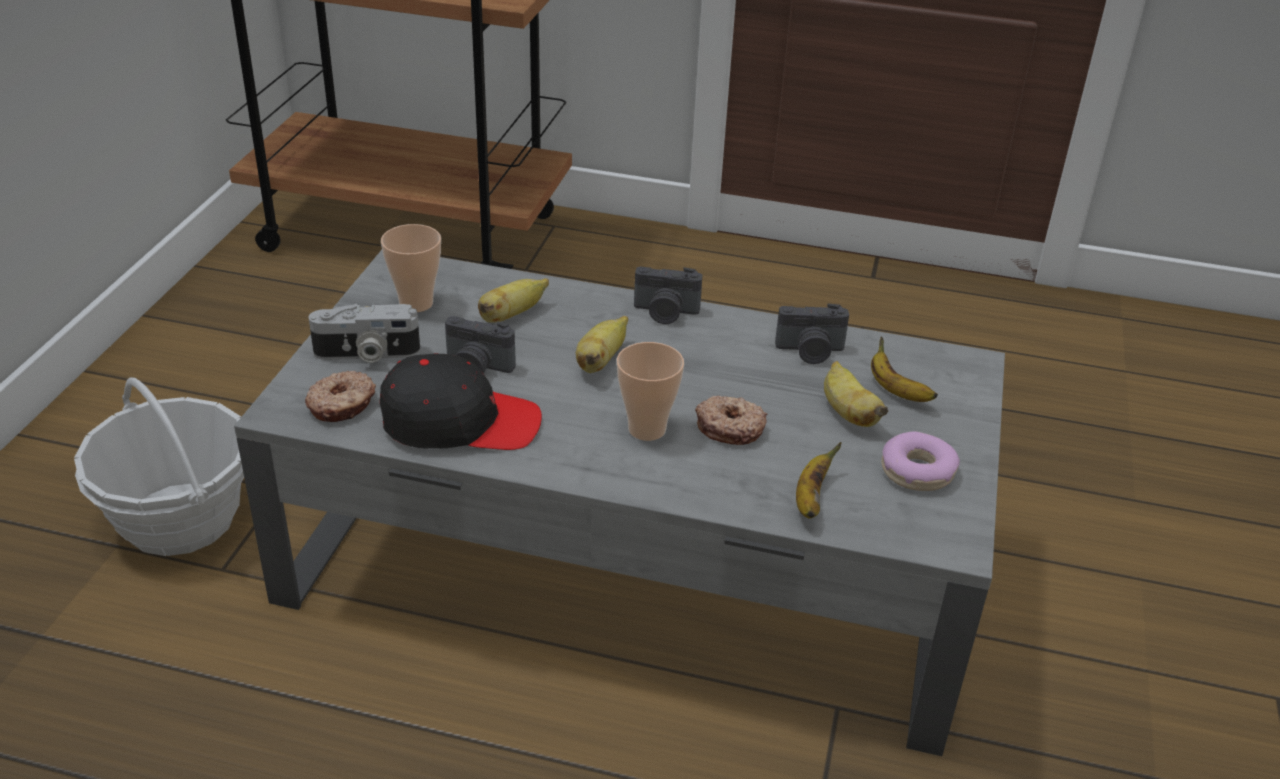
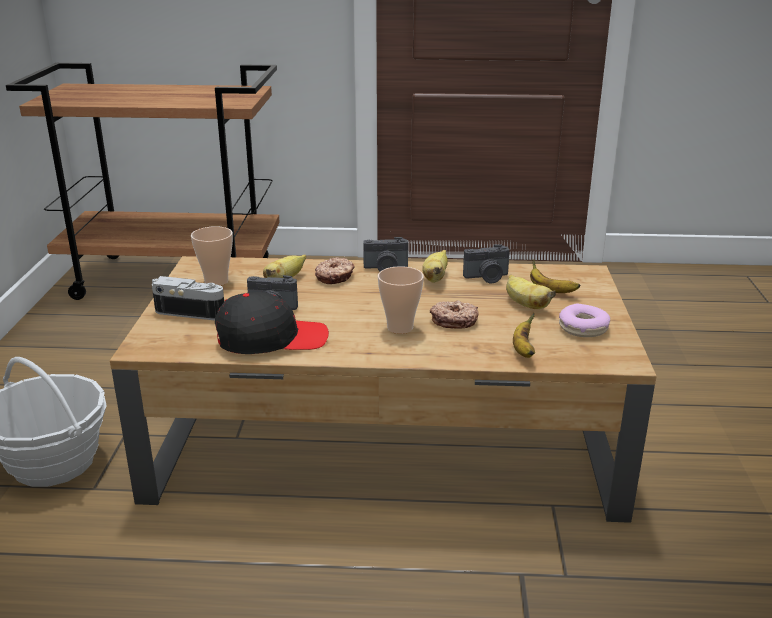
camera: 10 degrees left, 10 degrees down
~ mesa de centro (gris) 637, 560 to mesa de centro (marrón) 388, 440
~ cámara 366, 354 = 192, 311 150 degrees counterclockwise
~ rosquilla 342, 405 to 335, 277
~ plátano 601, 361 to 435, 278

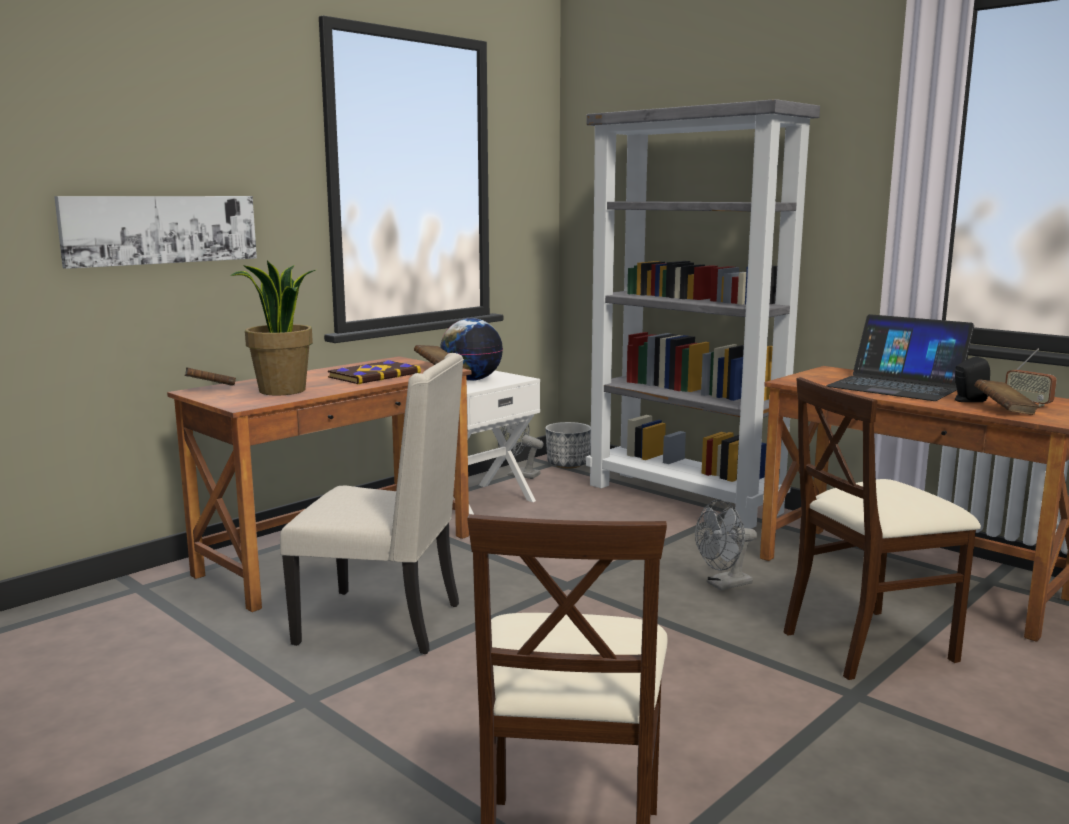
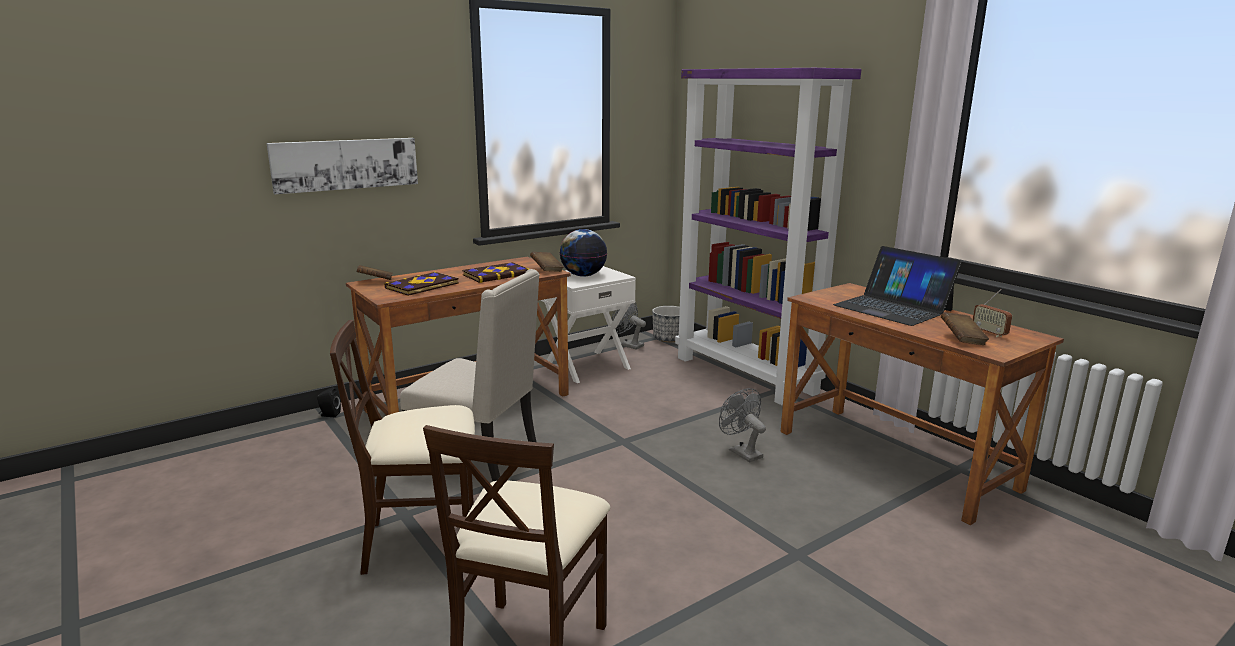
camera: 10 degrees right, 5 degrees up
~ altavoz (negro) 967, 400 to 329, 414
~ silla (beis) 868, 643 to 423, 541
~ planta en maceta 282, 391 to libro 423, 286
~ estantería (gris) 685, 498 to estantería (morado) 746, 375
~ ventilador (gris) 724, 585 = 741, 452 75 degrees clockwise

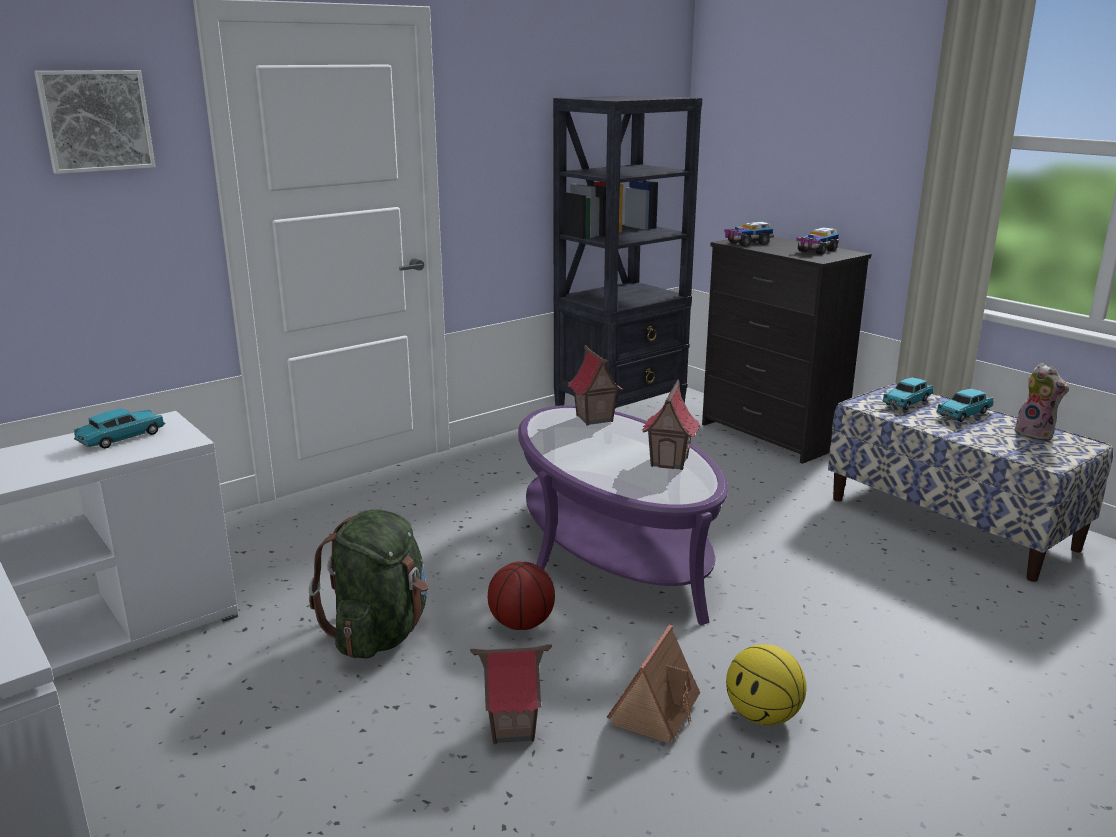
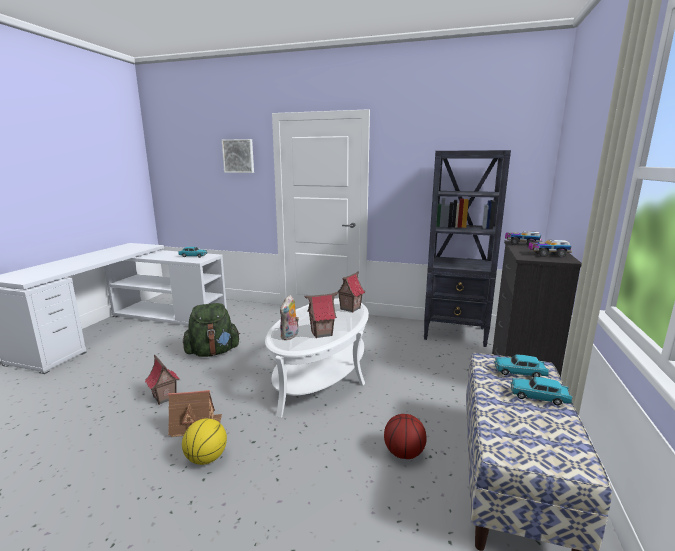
camera: 55 degrees right, 5 degrees down
~ mesa de centro (morado) 613, 551 to mesa de centro (blanco) 321, 373
~ peluche 1036, 434 to 290, 336
~ balón de baloncesto 522, 624 to 404, 453

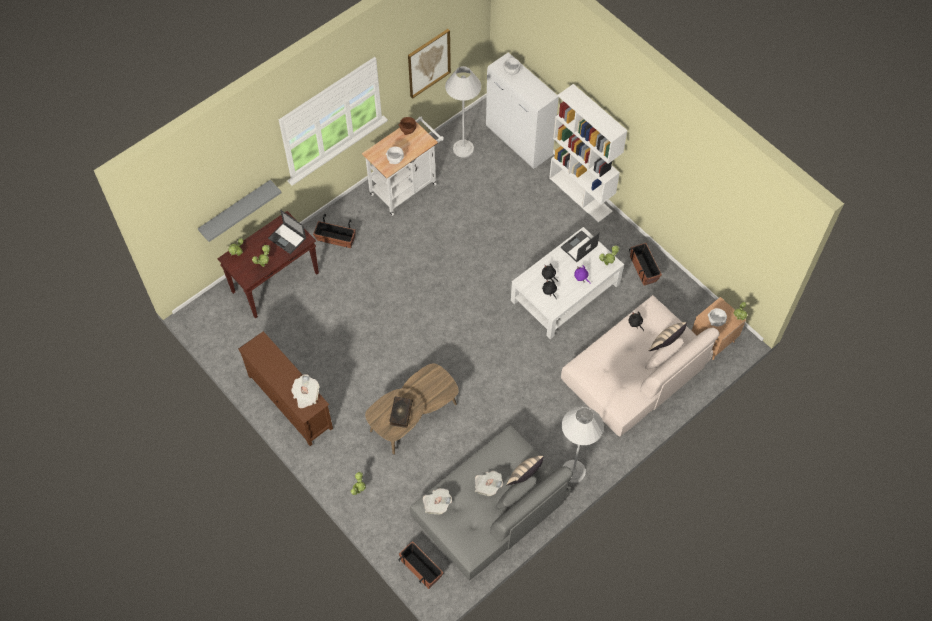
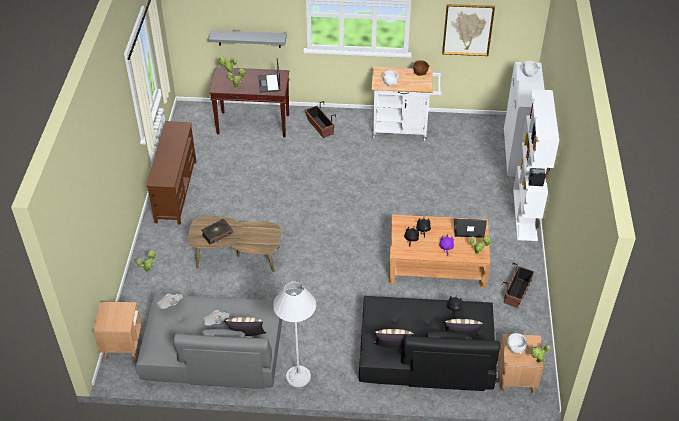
camera: 45 degrees right, 15 degrees down
~ maceta 421, 569 to mesa auxiliar (marrón) 123, 347
~ sofá (beis) 635, 372 to sofá (negro) 425, 352
+ cojín (beis) 392, 350
~ mesa de centro (blanco) 565, 292 to mesa de centro (marrón) 436, 264
- periódico 306, 395
- lámpara de pie (blanco) 463, 148

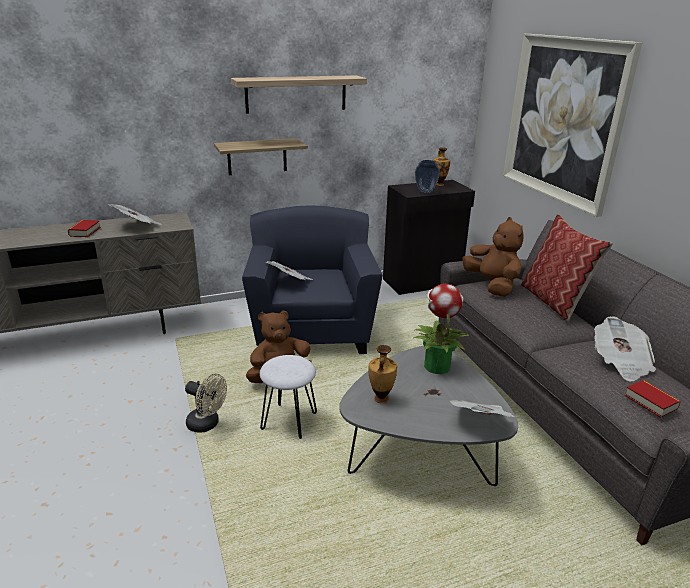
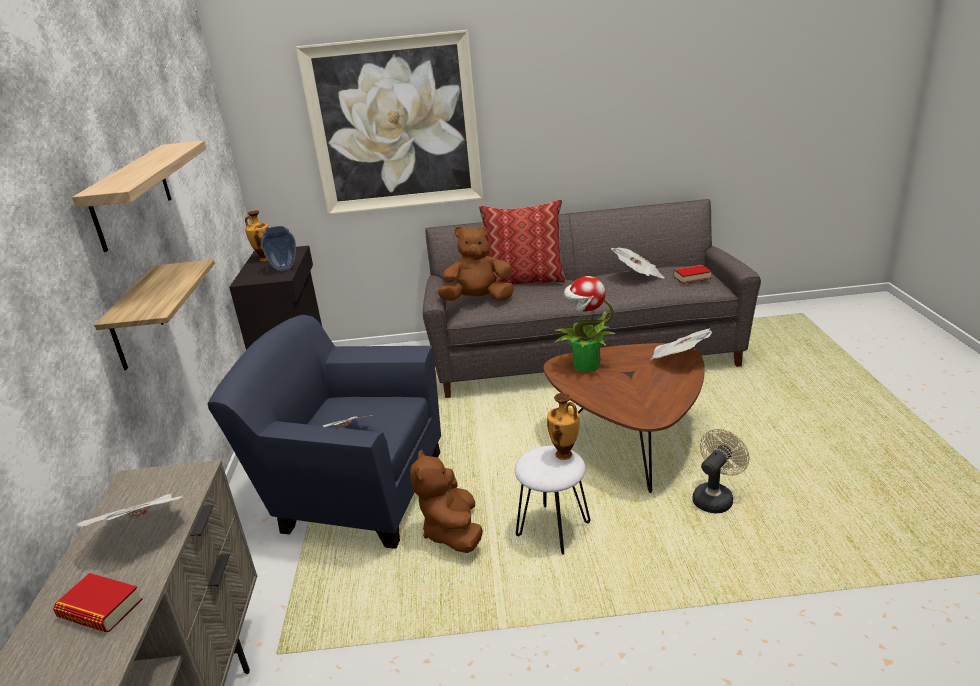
camera: 70 degrees left, 0 degrees up
~ mesa de centro (gris) 421, 455 to mesa de centro (marrón) 629, 443
~ florero 380, 399 to 565, 455
~ ventilador (beis) 207, 424 to 715, 497

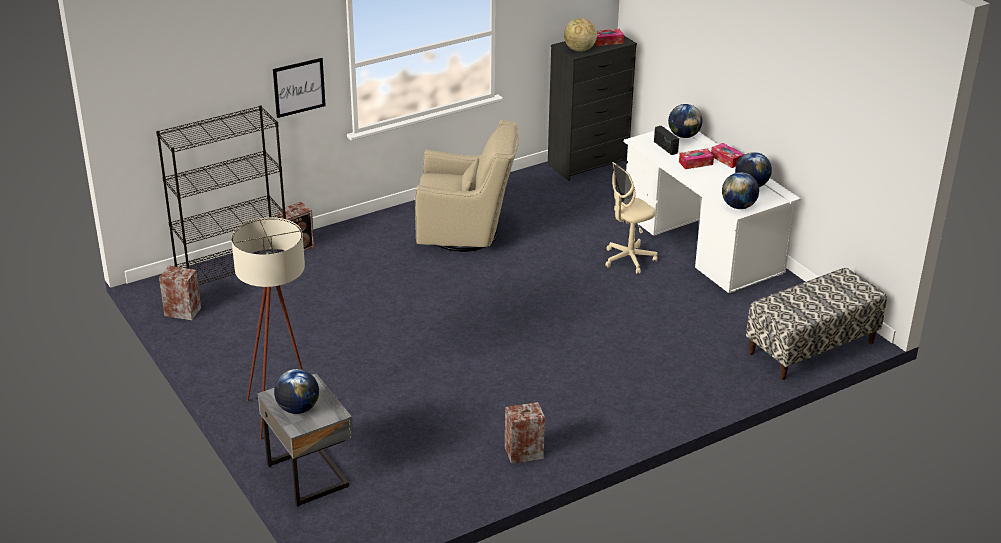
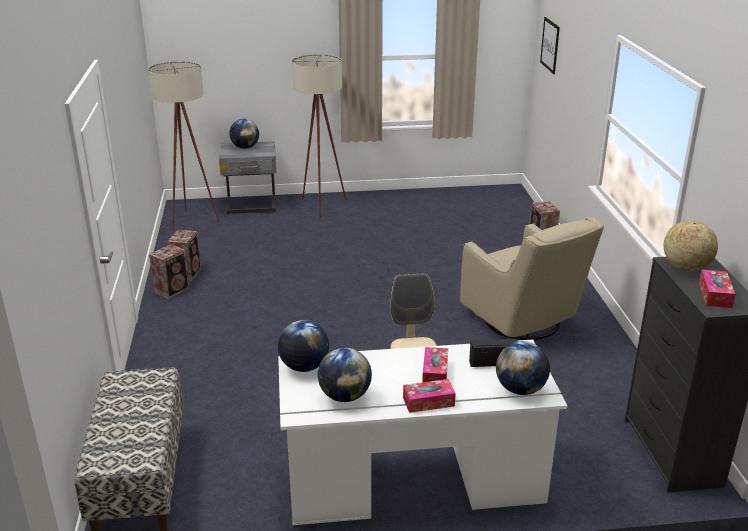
camera: 115 degrees right, 5 degrees down
+ lámpara de pie (beis) 191, 218
~ altavoz 182, 311 to 173, 290
~ sillón (beis) 466, 234 = 524, 322 60 degrees counterclockwise
~ cuadro 299, 87 to 550, 45
- estantería (negro) 233, 267

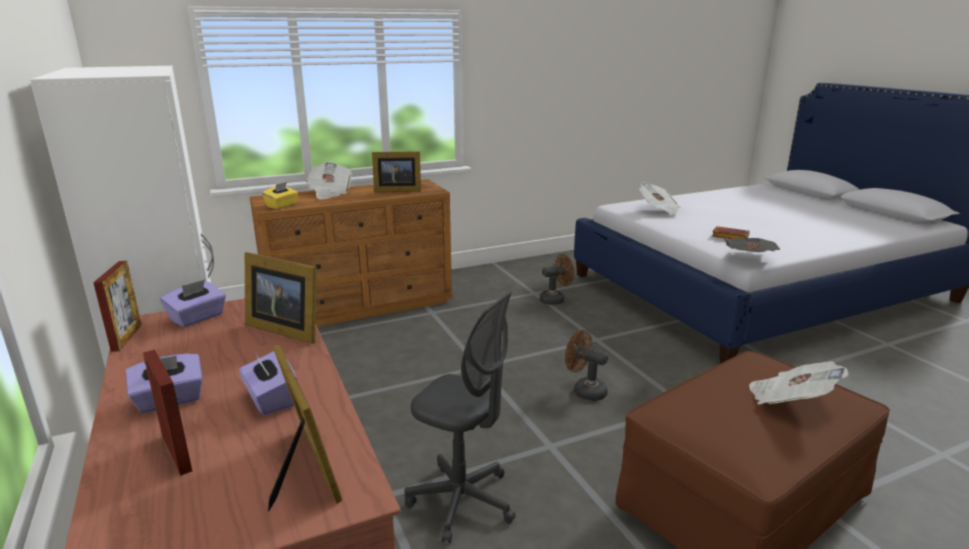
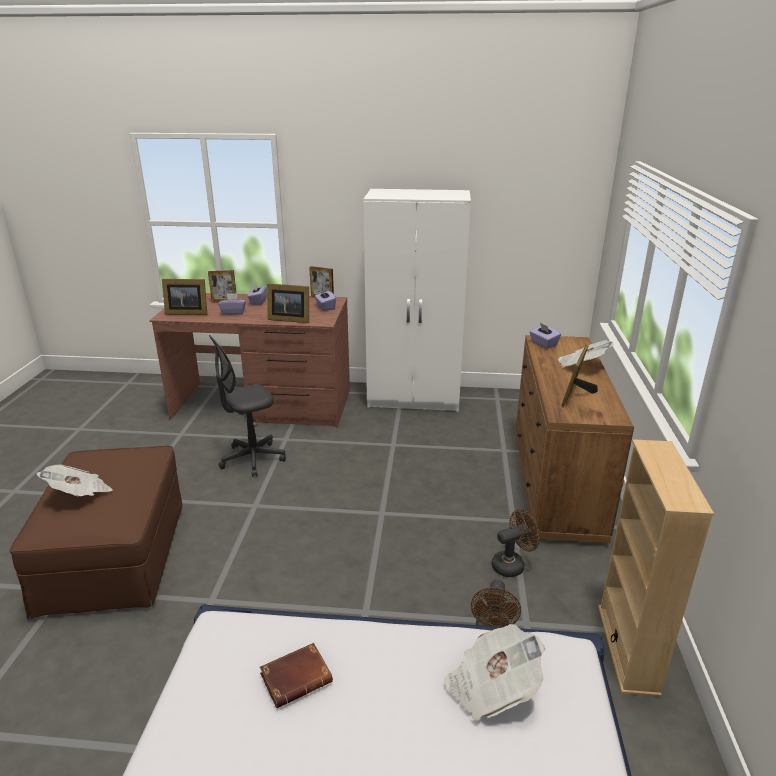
camera: 120 degrees right, 5 degrees up
~ portarretratos 285, 328 = 288, 319 135 degrees counterclockwise
~ ventilador (marrón) 585, 390 to 512, 564
~ caja de pañuelos (amarillo) 282, 206 to caja de pañuelos (morado) 543, 344
+ estantería (beis) 627, 648
- periódico 749, 259

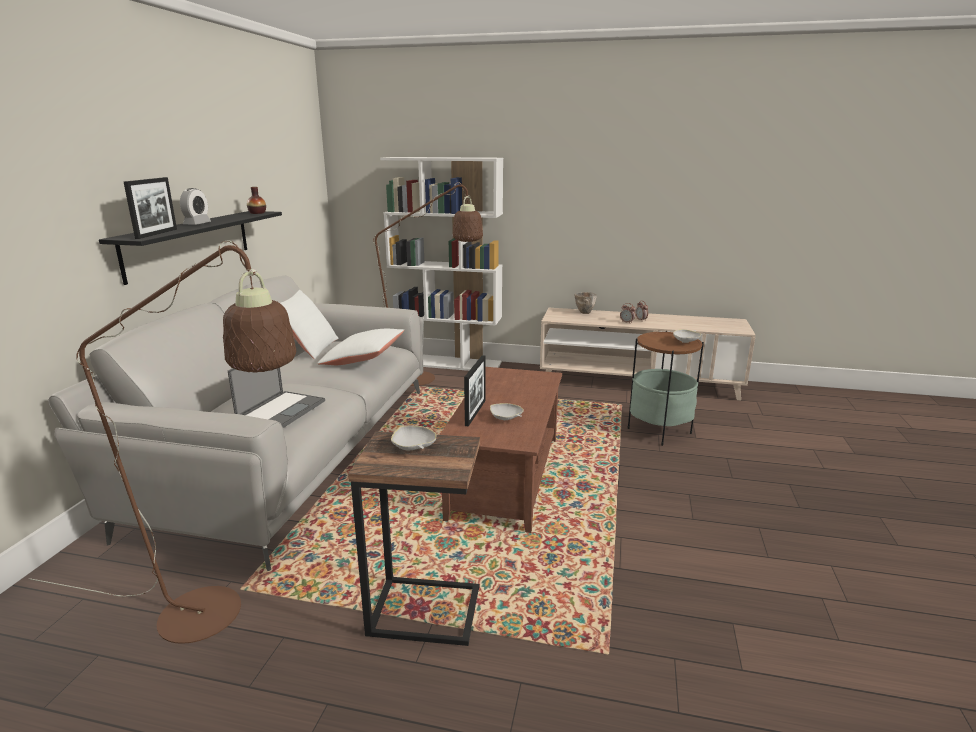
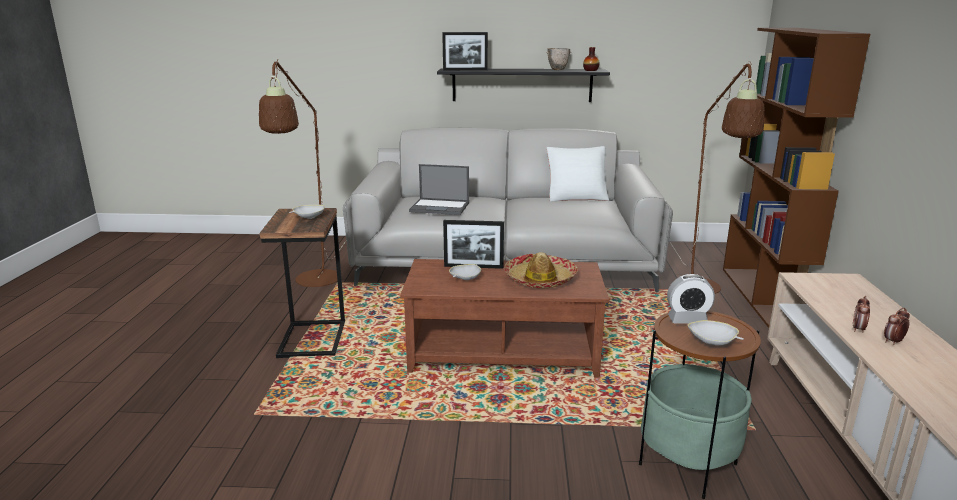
camera: 80 degrees right, 0 degrees up
+ sombrero 540, 279
~ cuenco 584, 312 to 558, 69
~ despertador 197, 224 to 687, 320
~ estantería (blanco) 448, 363 to estantería (marrón) 763, 296
- cojín (blanco) 363, 359

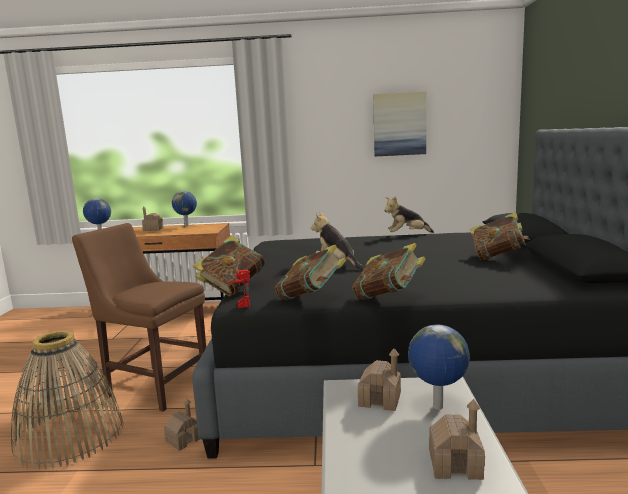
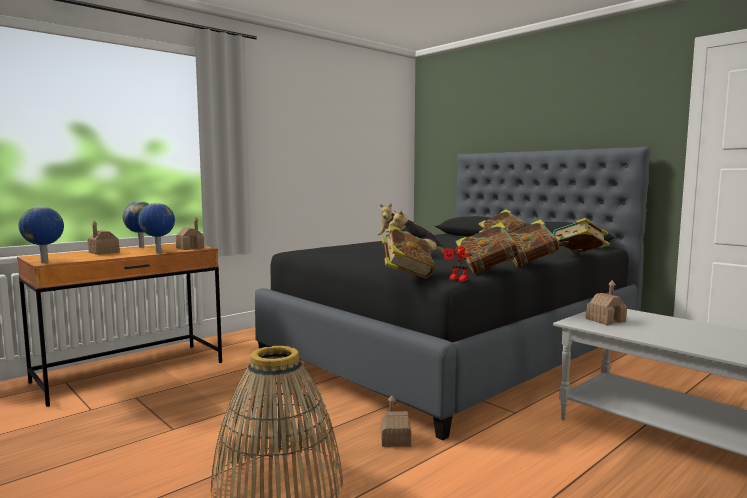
camera: 45 degrees left, 5 degrees down
~ globo terráqueo 437, 407 to 158, 252
~ casita 455, 463 to 190, 248
+ libro 579, 256
- silla (marrón) 155, 386
- cuadro 399, 124

